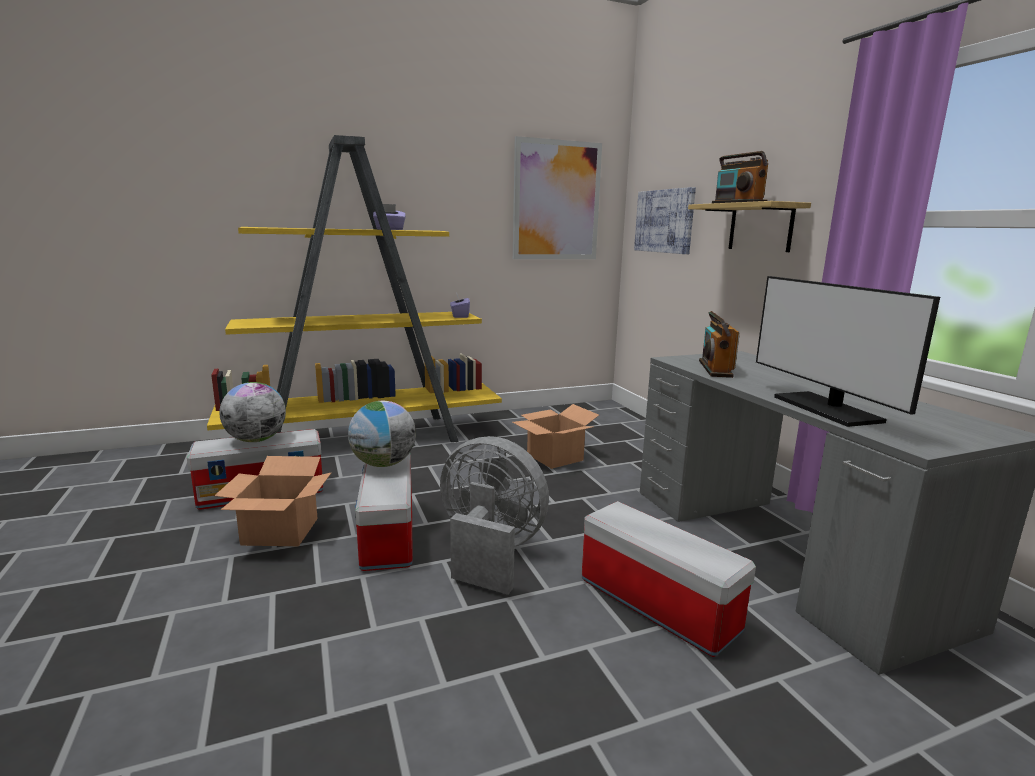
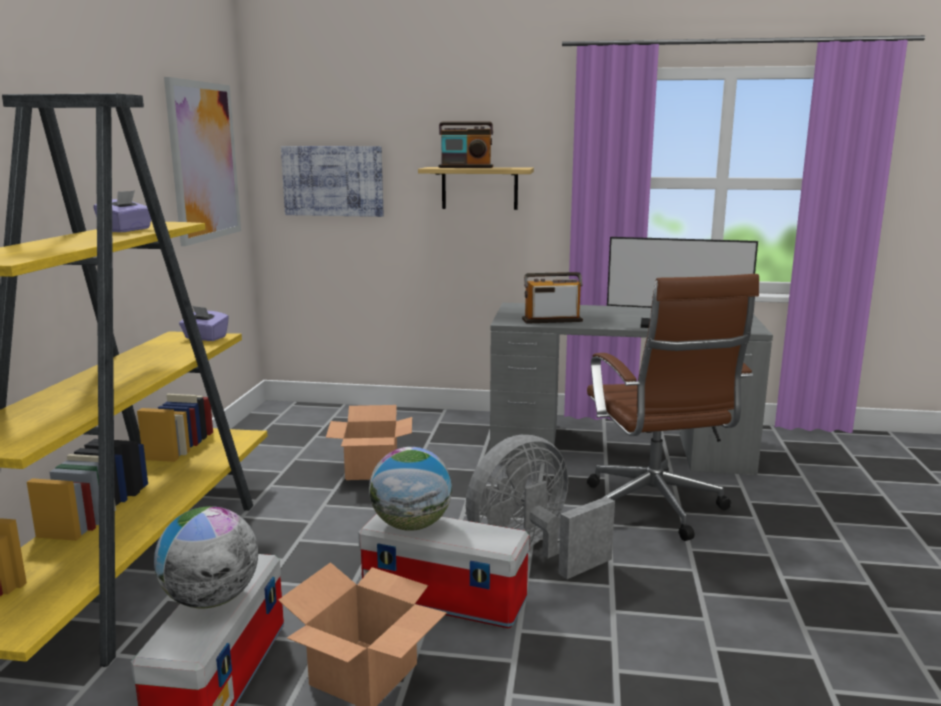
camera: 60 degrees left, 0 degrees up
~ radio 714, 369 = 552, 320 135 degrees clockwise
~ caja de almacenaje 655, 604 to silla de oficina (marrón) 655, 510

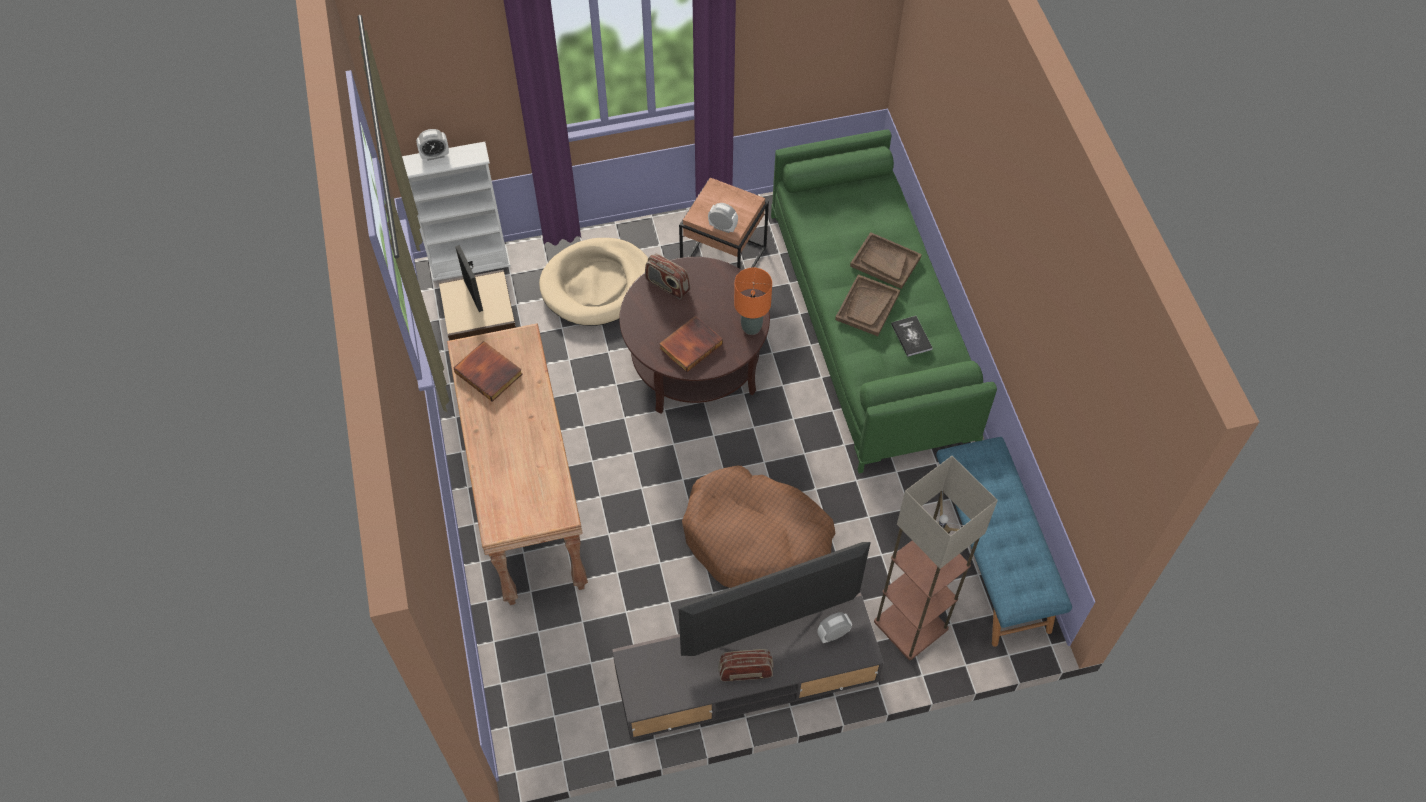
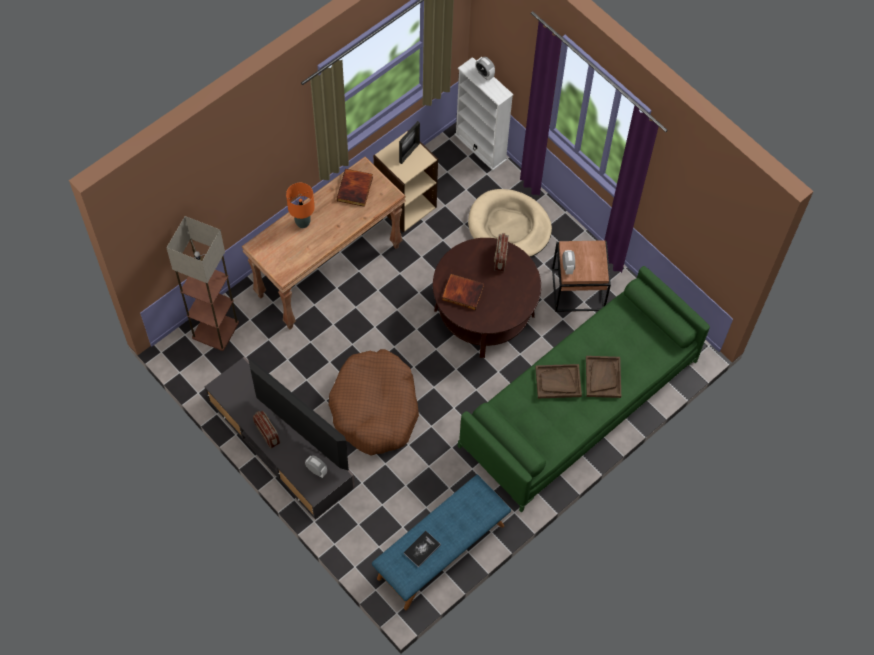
camera: 60 degrees right, 5 degrees up
~ lámpara de pie 909, 625 to 215, 329
~ lámpara de mesa (naranja) 751, 328 to 302, 223
~ libro 911, 336 to 422, 549

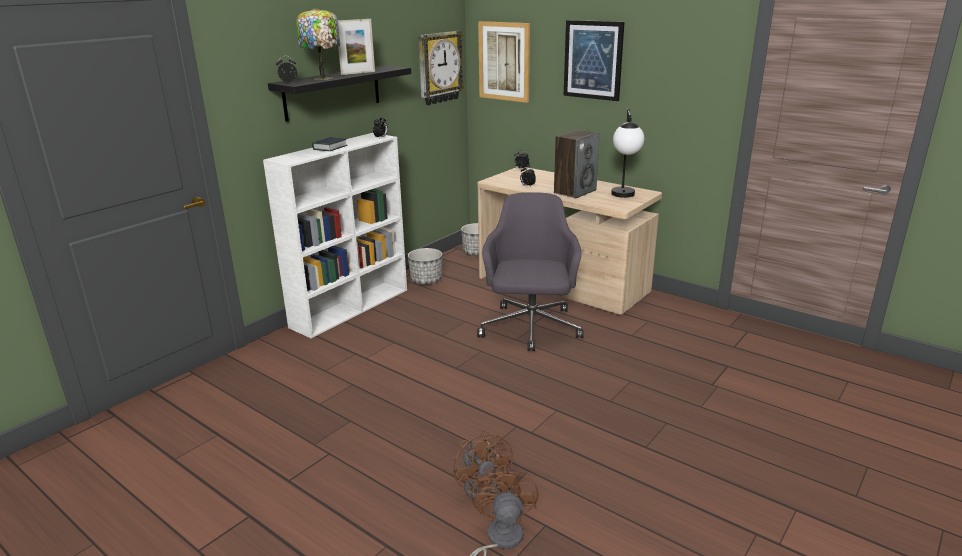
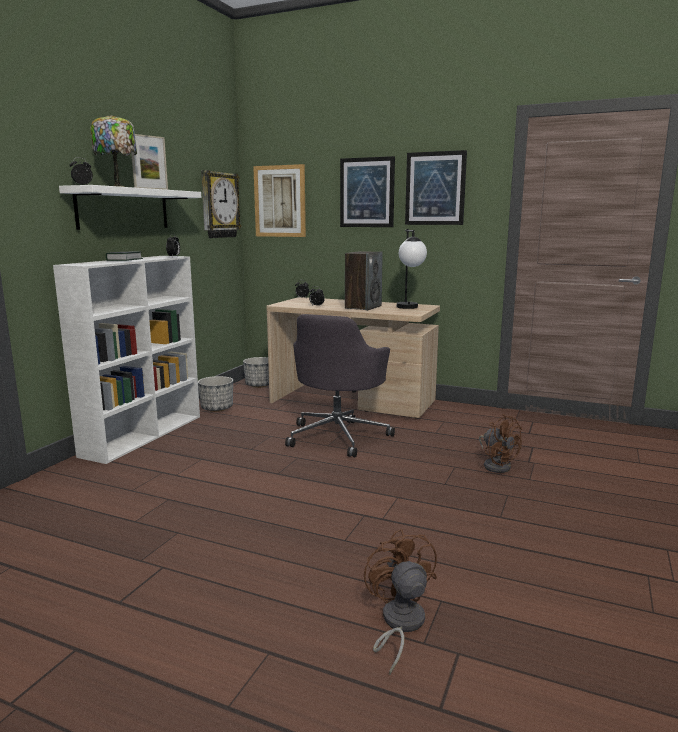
camera: 15 degrees left, 10 degrees down
~ estante (negro) 332, 92 to estante (blanco) 123, 209
~ silla de oficina (gris) 530, 329 = 338, 436 150 degrees counterclockwise
+ cuadro 435, 188
~ ventilador (marrón) 484, 484 to 497, 465

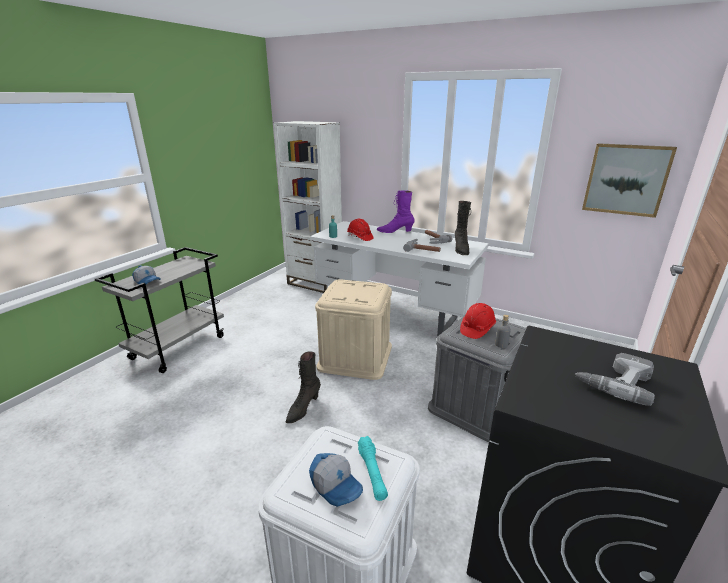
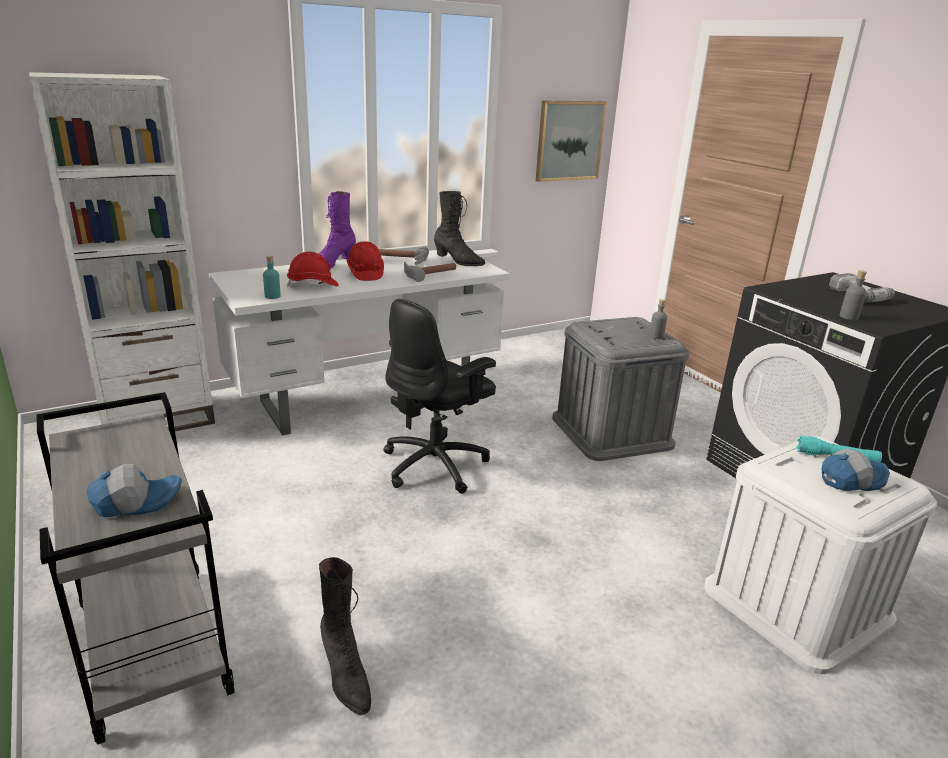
camera: 60 degrees left, 0 degrees up
~ bota (negro) 303, 409 to 345, 676
~ casco (rojo) 477, 329 to 365, 274
~ caja de almacenaje (beis) 355, 356 to silla de oficina (negro) 436, 465
+ botella (gris) 849, 317

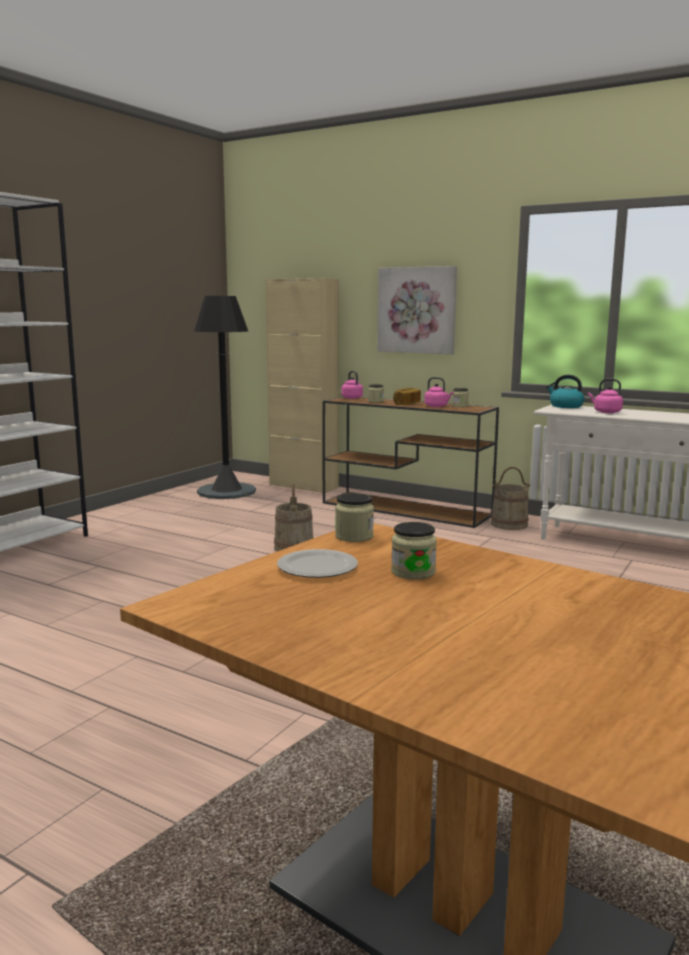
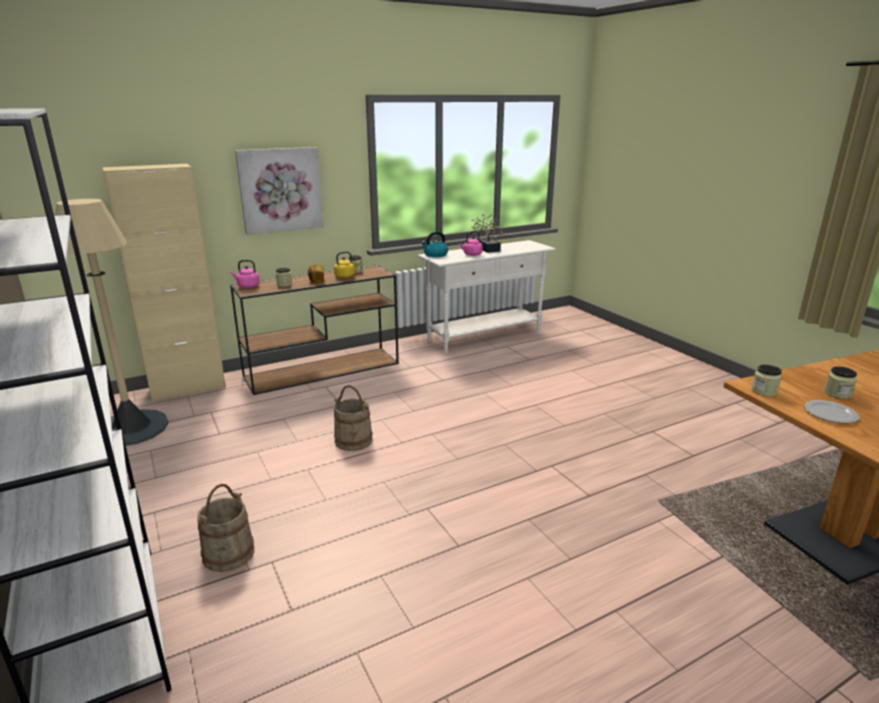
camera: 60 degrees left, 10 degrees up
~ lámpara de pie (negro) 226, 491 to lámpara de pie (beis) 131, 428
~ cubo (beis) 509, 524 to 228, 553
~ hervidor (rosa) 437, 406 to hervidor (amarillo) 346, 276
+ planta en maceta 487, 248

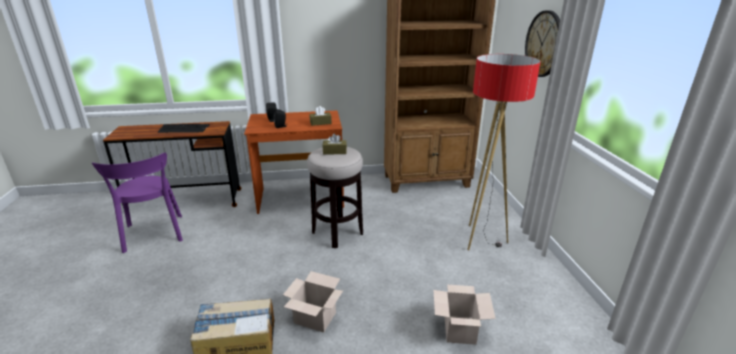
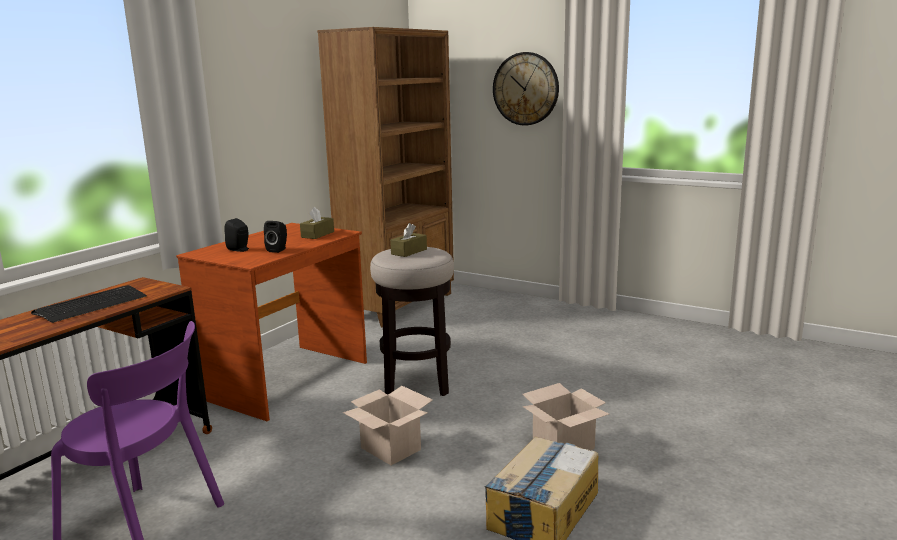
camera: 50 degrees left, 10 degrees down
~ caja de cartón 458, 329 to 389, 448
- lámpara de pie 481, 239

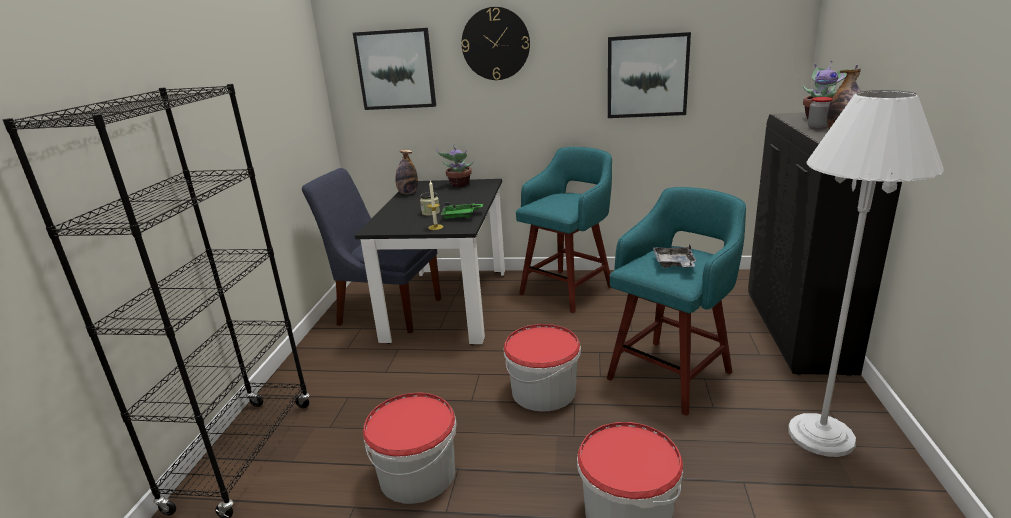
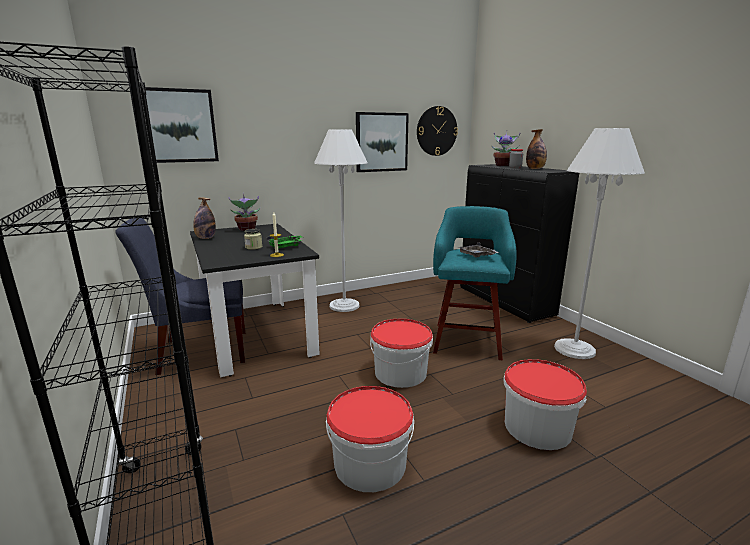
camera: 35 degrees left, 5 degrees down
~ taburete (turquesa) 568, 289 to lámpara de pie (blanco) 344, 305
~ reloj de pared 495, 44 to 436, 131

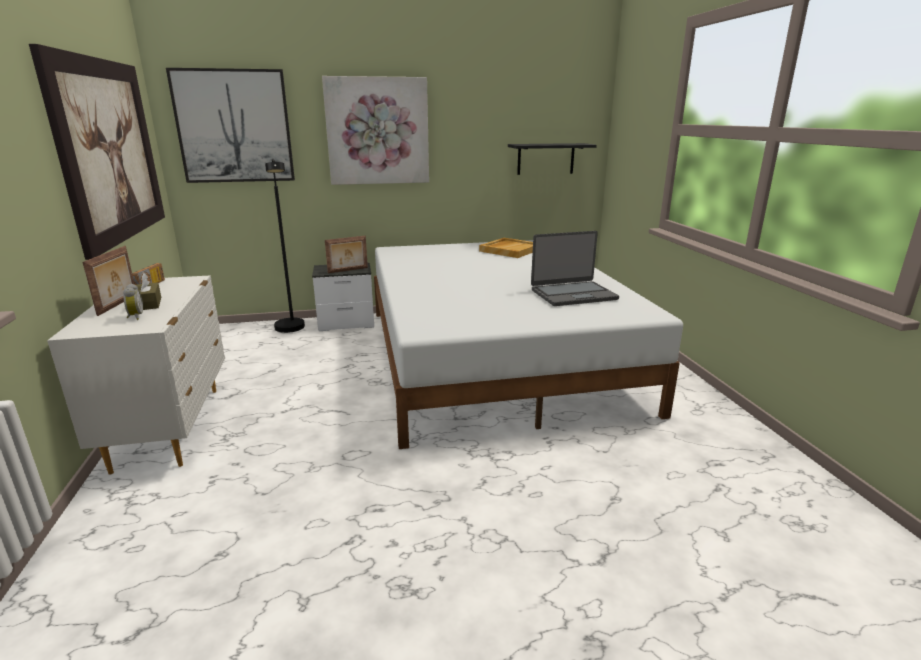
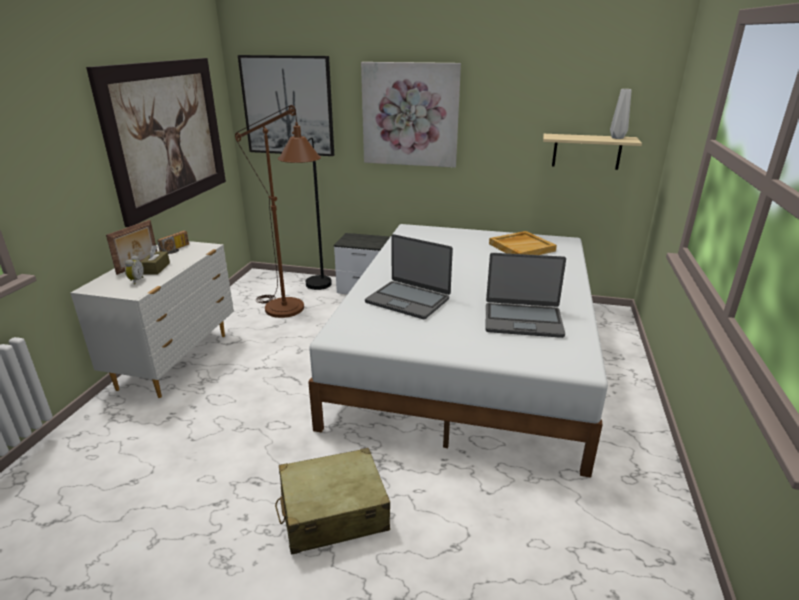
camera: 25 degrees right, 5 degrees up
+ lámpara de pie (marrón) 291, 312
+ maleta (beis) 333, 512
+ portátil 408, 300
~ estante (negro) 545, 159 to estante (beis) 586, 151
+ florero (gris) 617, 138
- portarretratos 348, 270

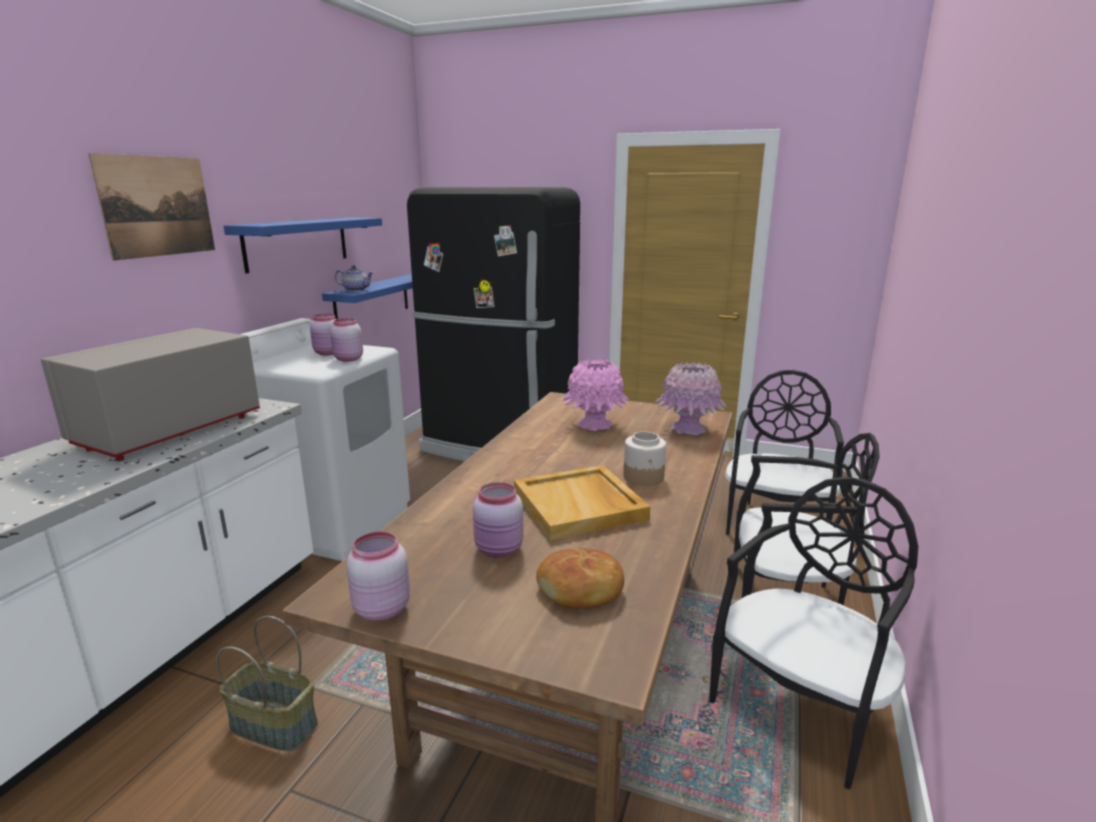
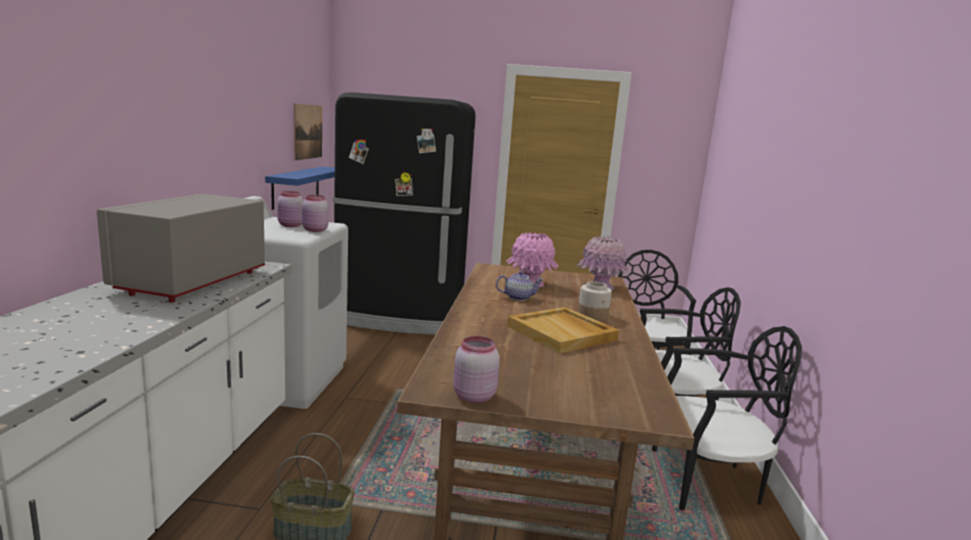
camera: 15 degrees left, 5 degrees down
~ cuadro 157, 206 to 308, 131
~ tetera 356, 290 to 518, 297
~ silla (negro) 802, 708 = 708, 482 60 degrees clockwise
- estante (azul) 297, 243
- tarro (rosa) 499, 550
- pan 581, 590

